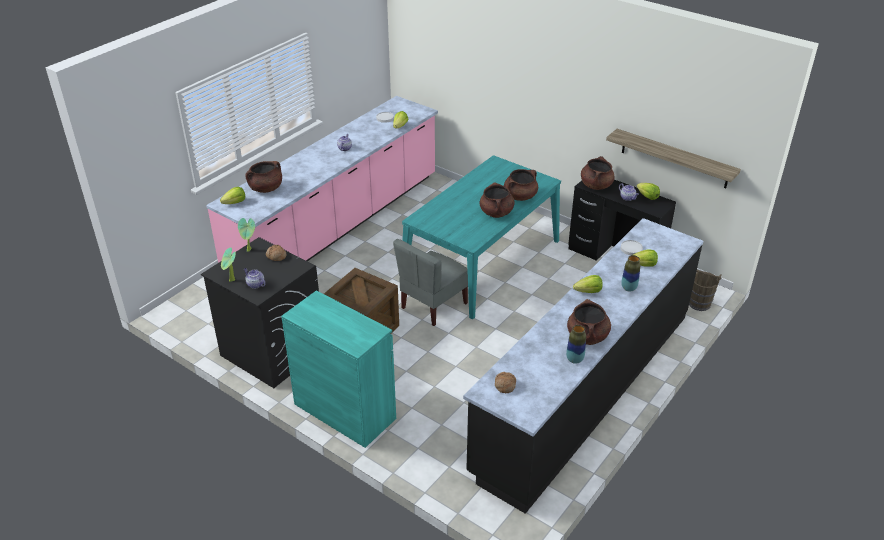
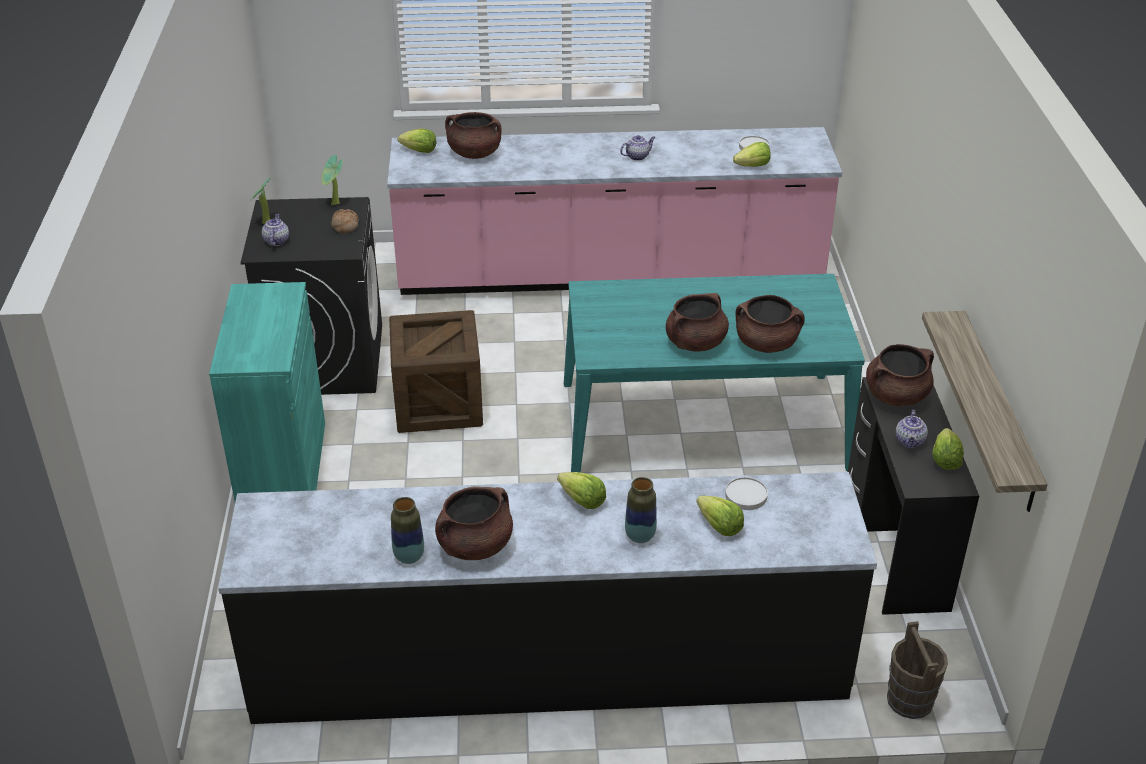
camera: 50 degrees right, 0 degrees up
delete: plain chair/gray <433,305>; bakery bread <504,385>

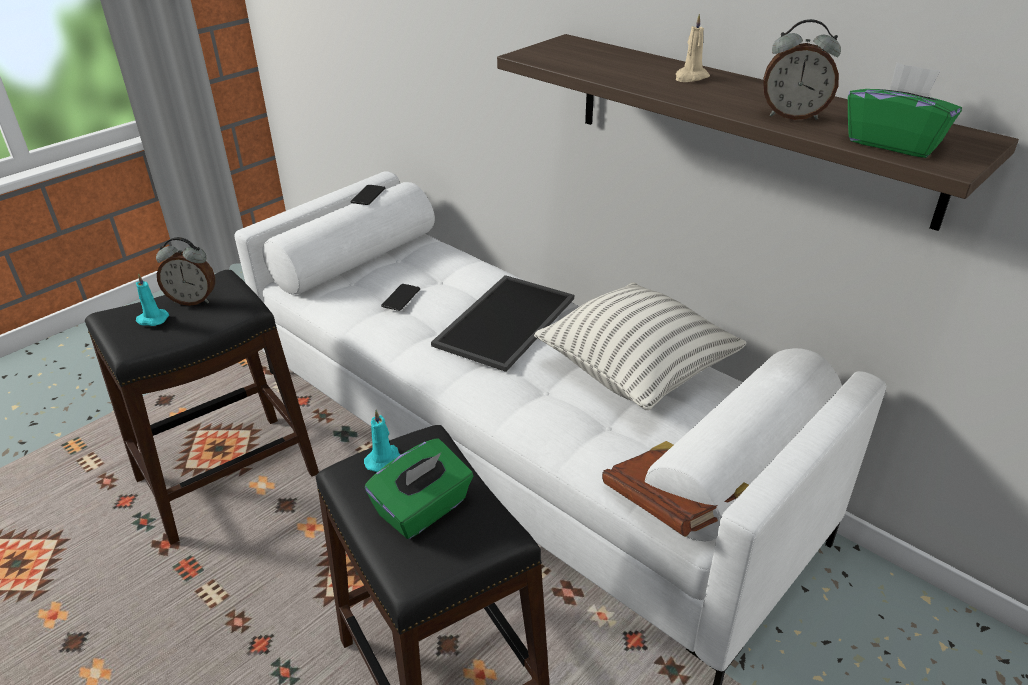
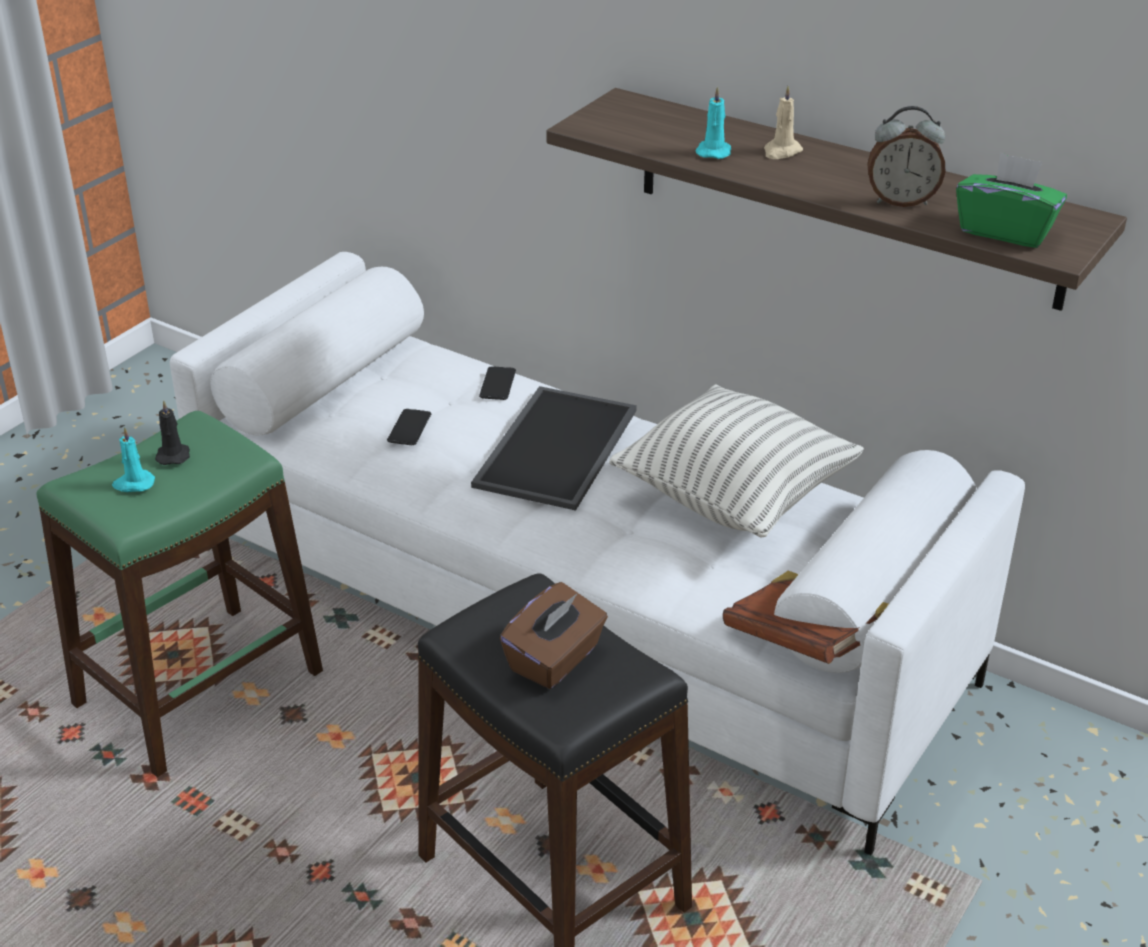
camera: 10 degrees left, 0 degrees up
move: phone <368,195> to <497,384>; wax light/turquoise <384,460> to <714,151>
replace: bedside clock <193,300> to wax light/black-coloured <173,455>
recolor: stool seat/black-coloured <226,476> to stool seat/greenish <197,688>; box of tissues/greenish <423,509> to box of tissues/brownish <555,659>

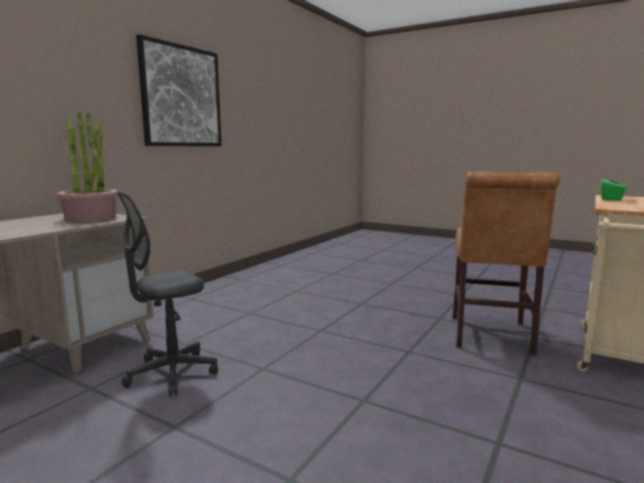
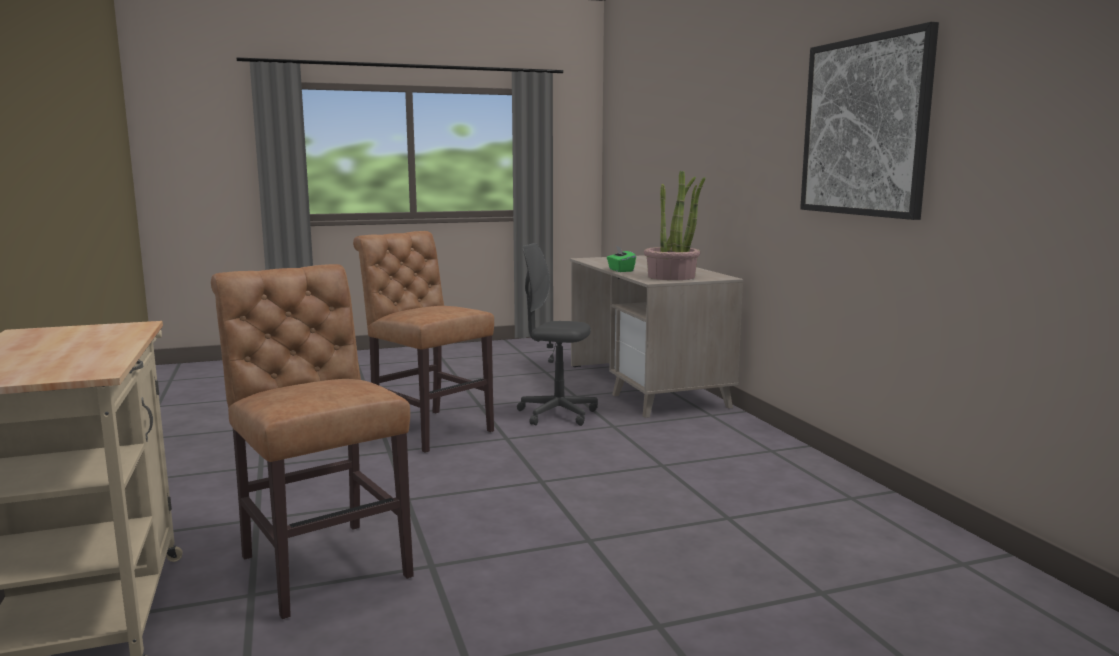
camera: 130 degrees right, 0 degrees up
insert: plain chair/brownish <428,429>
move: box of tissues/greenish <611,199> to <620,270>
rotate: computer chair/gray <172,373> = <557,414> 75 degrees counterclockwise

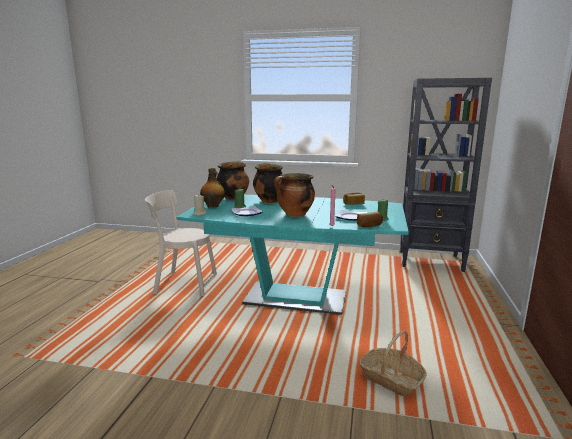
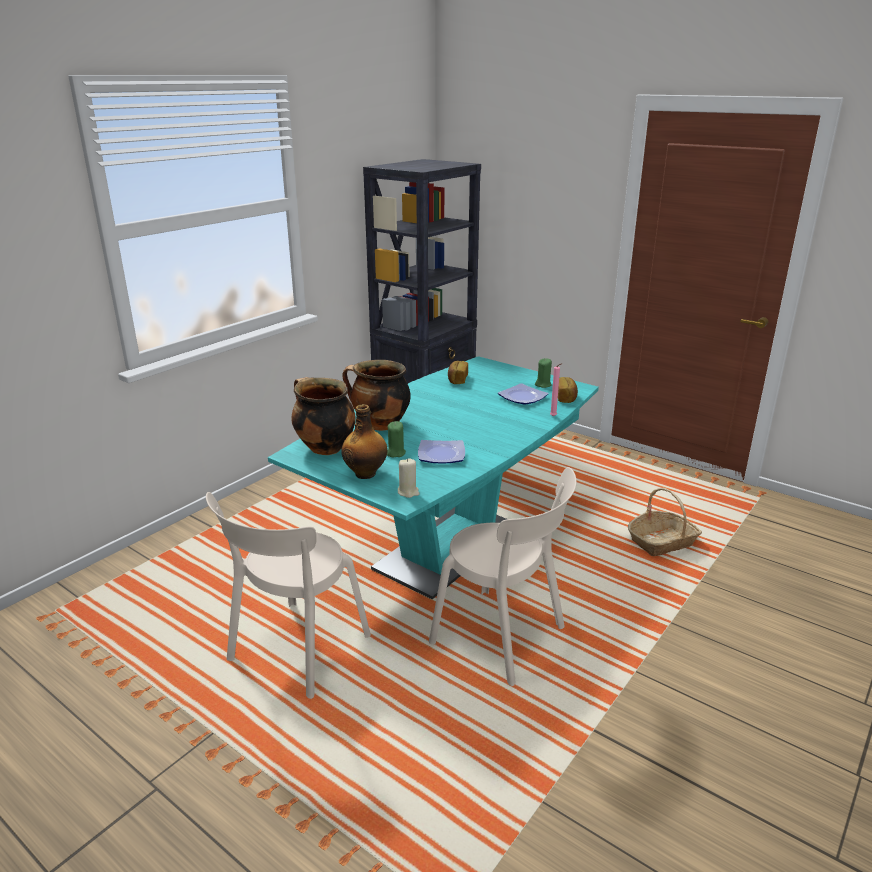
camera: 65 degrees left, 10 degrees up
delete: cooking pot <295,215>
insert: plain chair/sand-coloured <503,637>

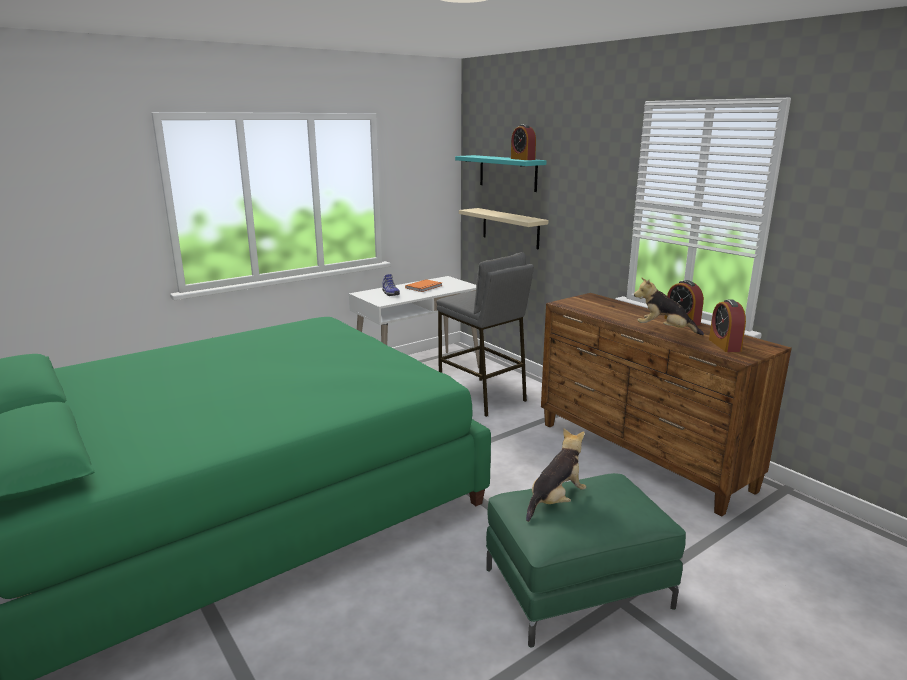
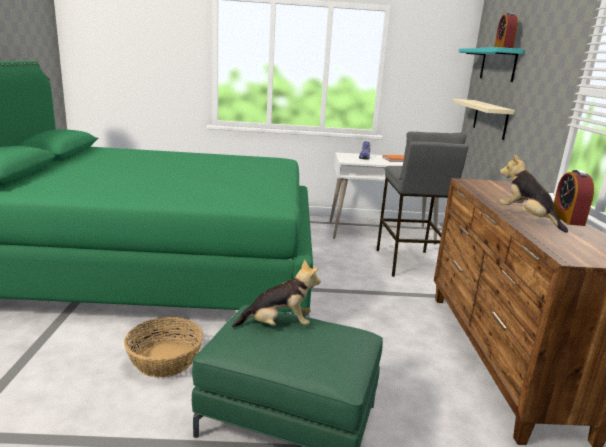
camera: 35 degrees right, 0 degrees up
delete: bedside clock <724,345>
insert: storage basket <165,360>

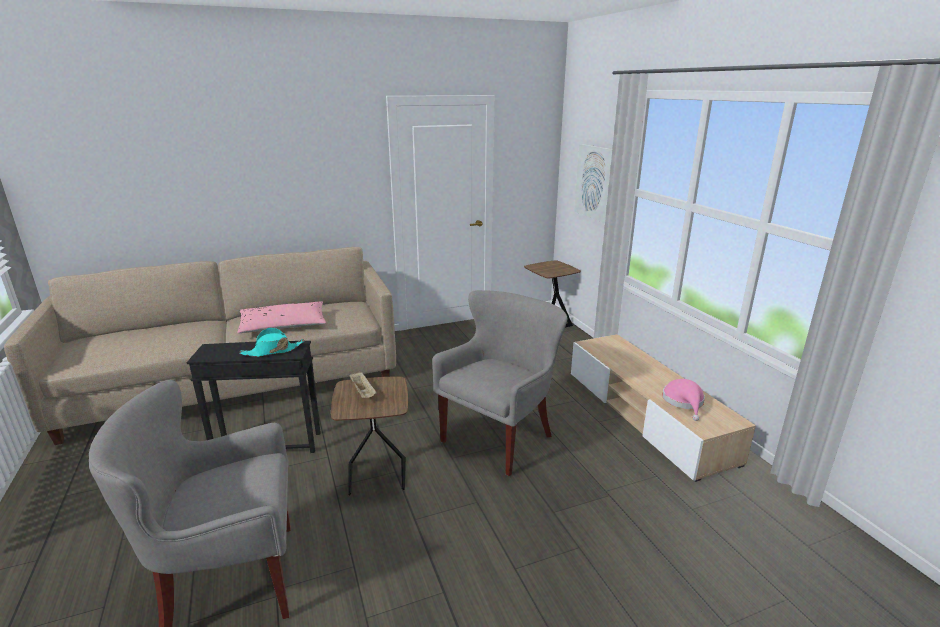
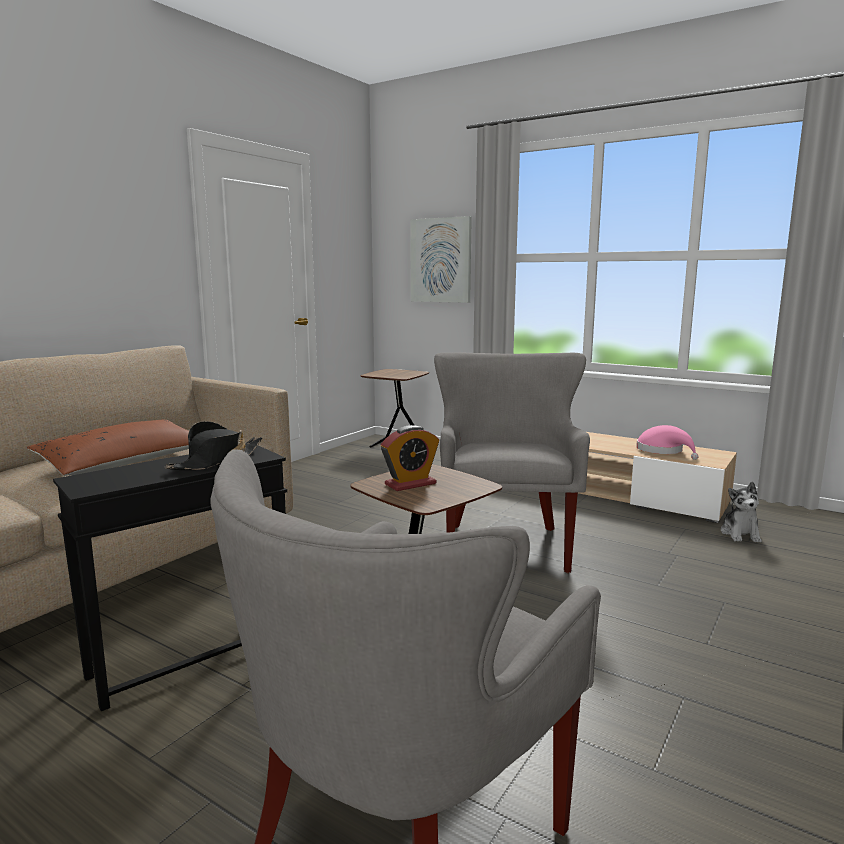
camera: 35 degrees left, 10 degrees down
insert: soft toy <740,534>
replace: tray/sand-coloured <363,392> to bedside clock <410,484>
recolor: pillow/pink <283,325> to pillow/brownish <123,462>; clothing hat/turquoise <272,351> to clothing hat/black-coloured <217,460>

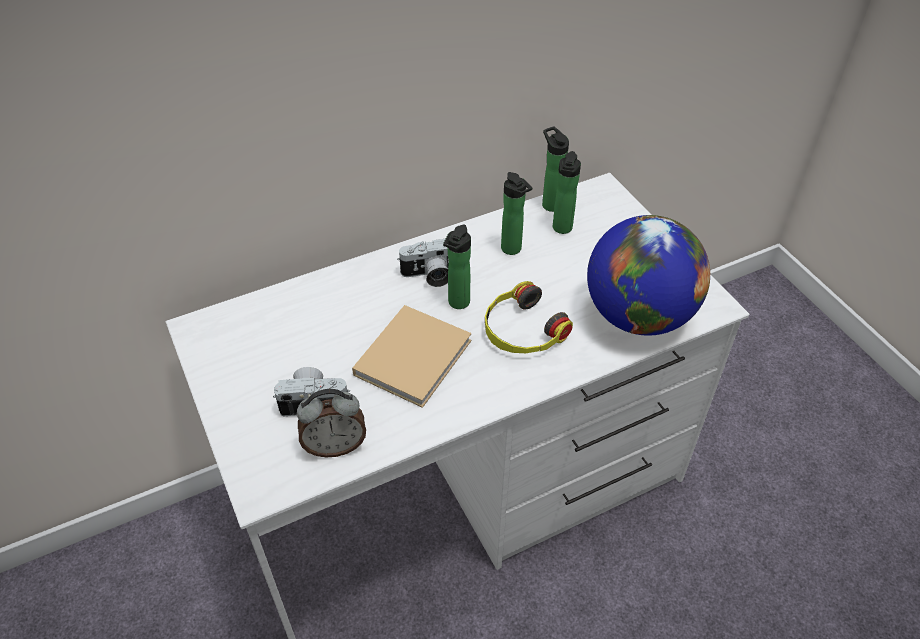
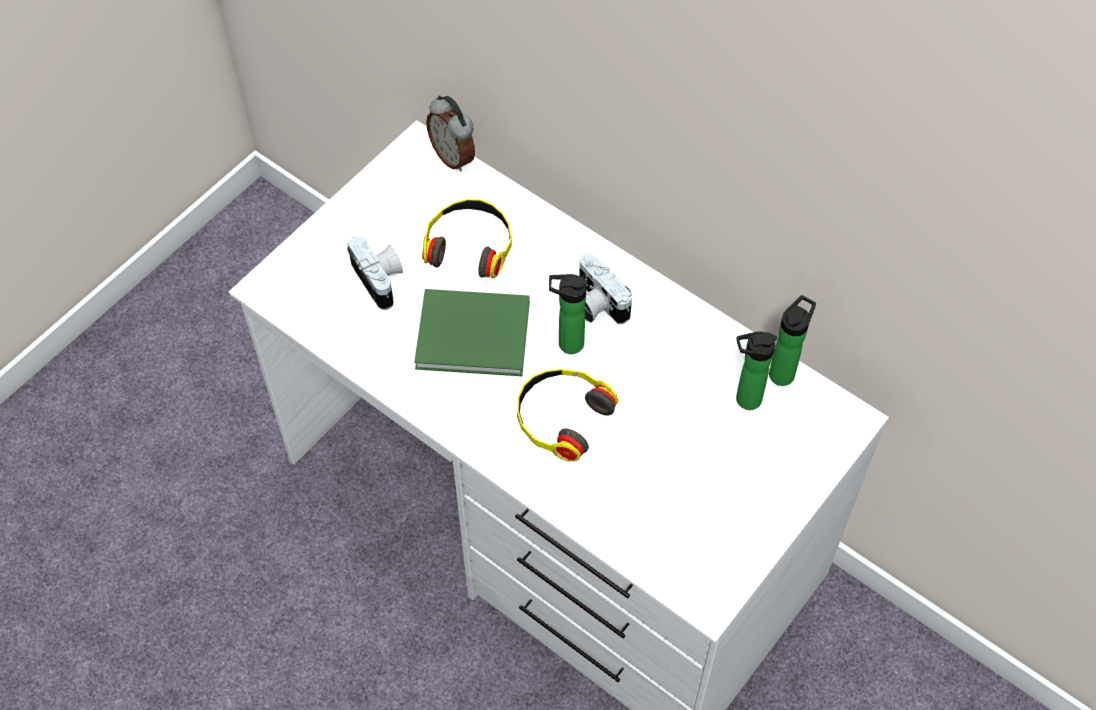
camera: 65 degrees right, 10 degrees up
delete: drink bottle <513,250>; desk globe <638,315>
insert: pair of headphones <470,245>
move: bedside clock <335,445> to <454,156>
recolor: book/sand-coloured <415,355> to book/greenish <477,335>

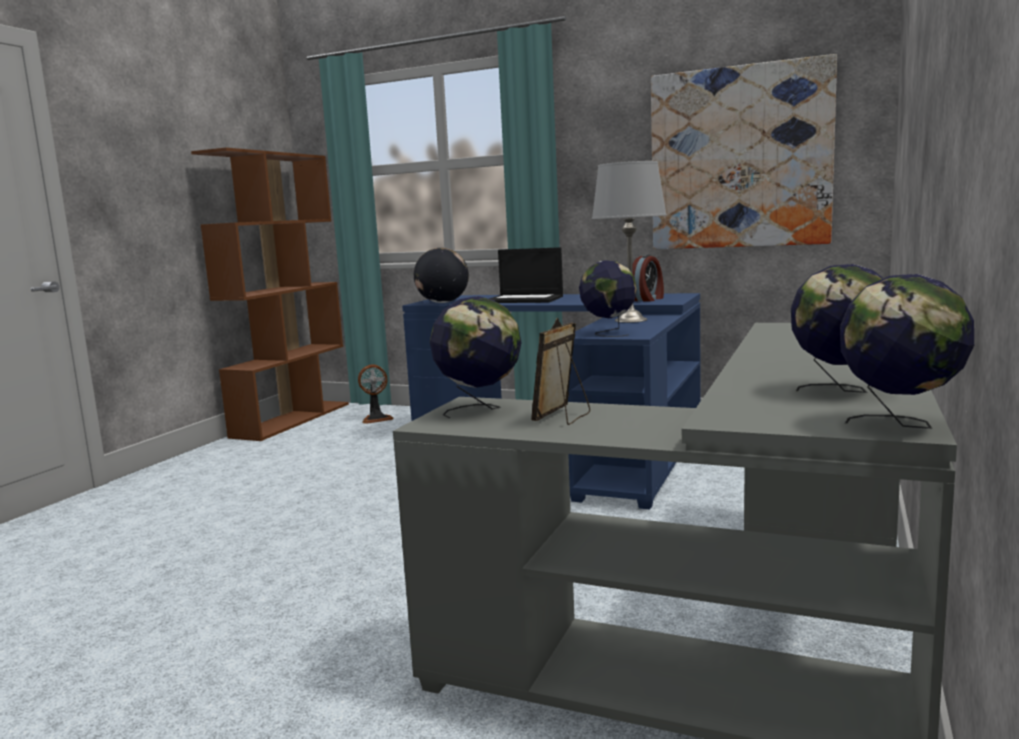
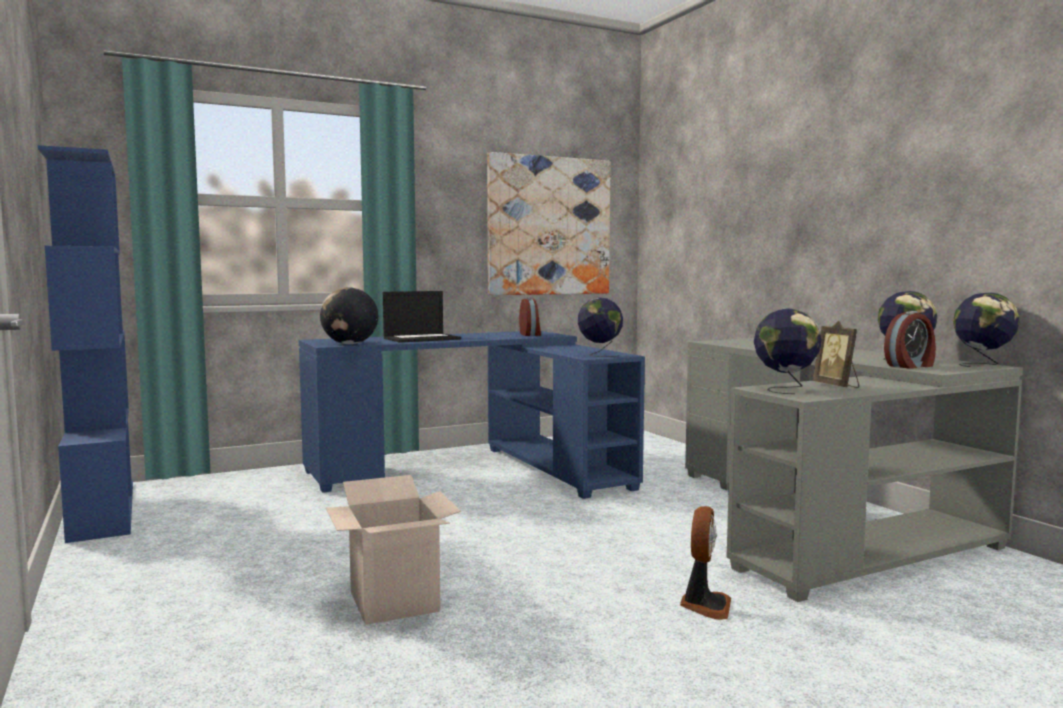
camera: 50 degrees left, 5 degrees down
delete: tabletop lamp/gray <630,320>
insert: cardboard box <394,602>; bedside clock <910,366>
move: electric fan <376,419> to <704,605>
recolor: bookcase/brownish <292,420> to bookcase/blue <101,510>

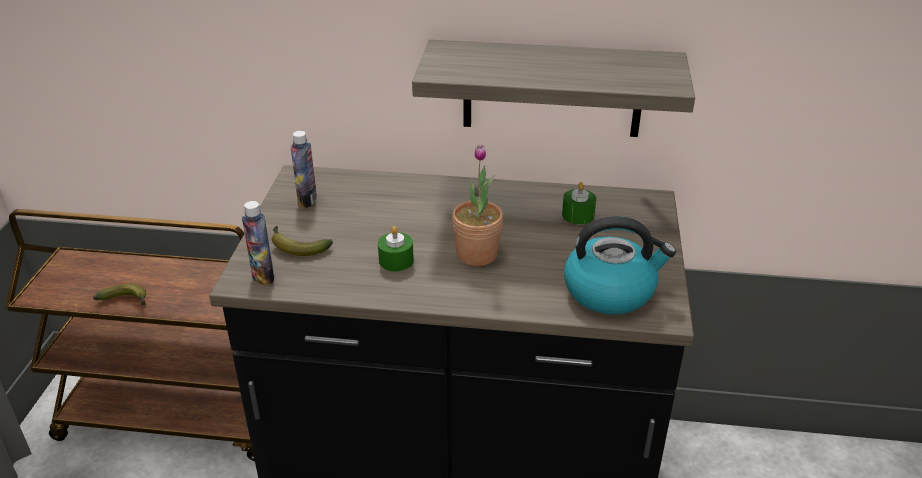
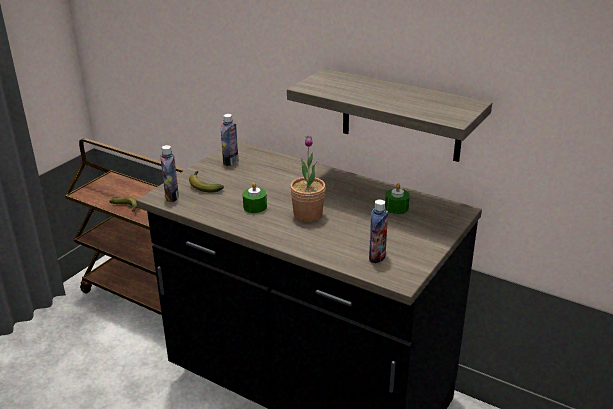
camera: 25 degrees right, 5 degrees down
replace: tea kettle <610,291> to drink bottle <377,257>

